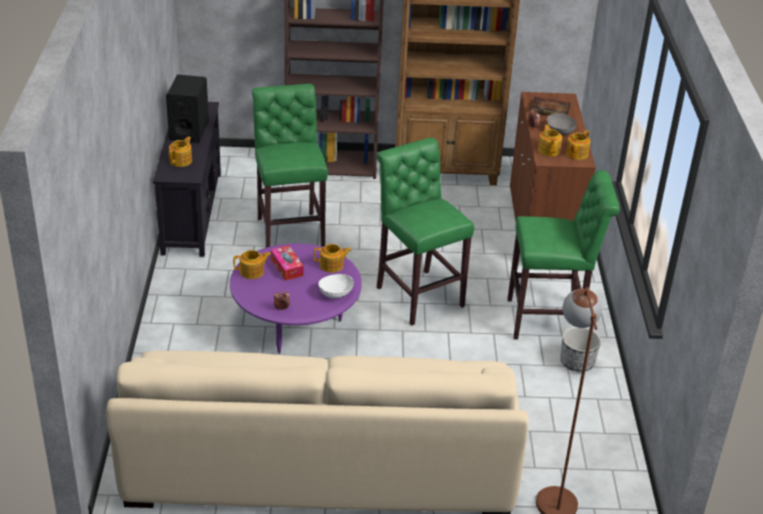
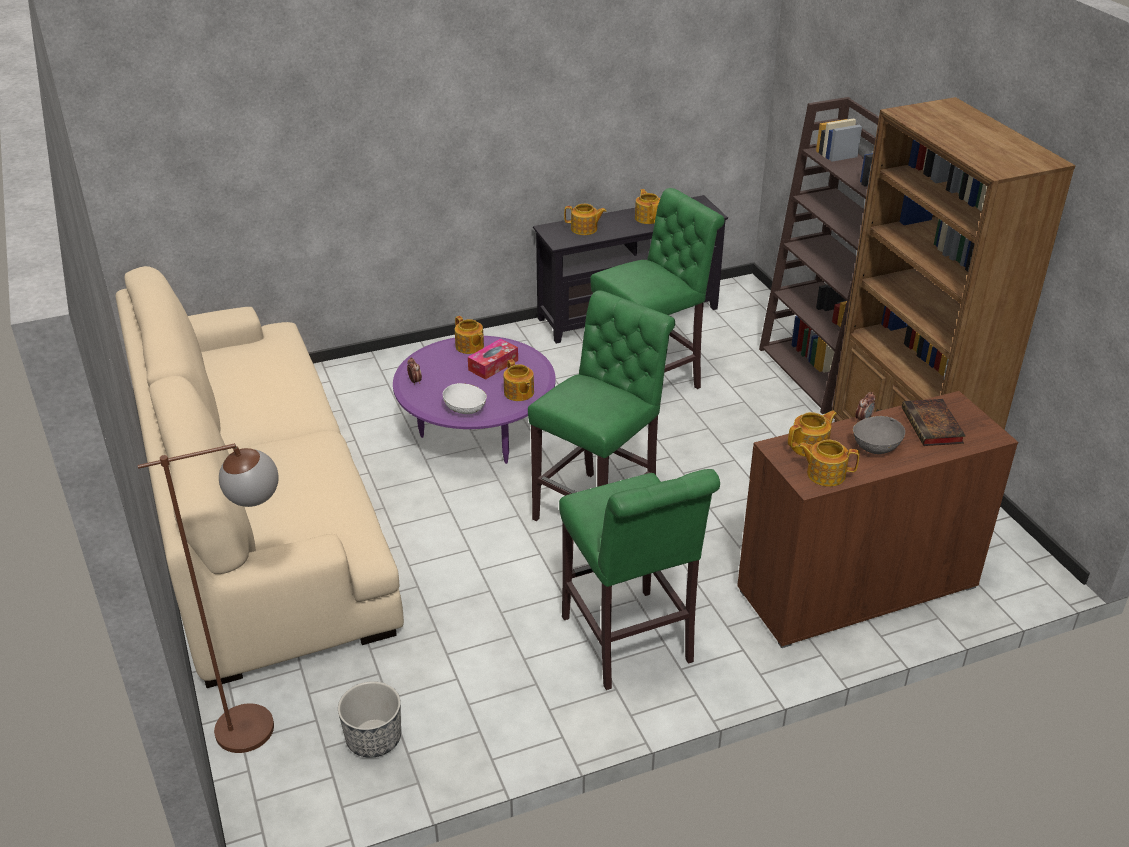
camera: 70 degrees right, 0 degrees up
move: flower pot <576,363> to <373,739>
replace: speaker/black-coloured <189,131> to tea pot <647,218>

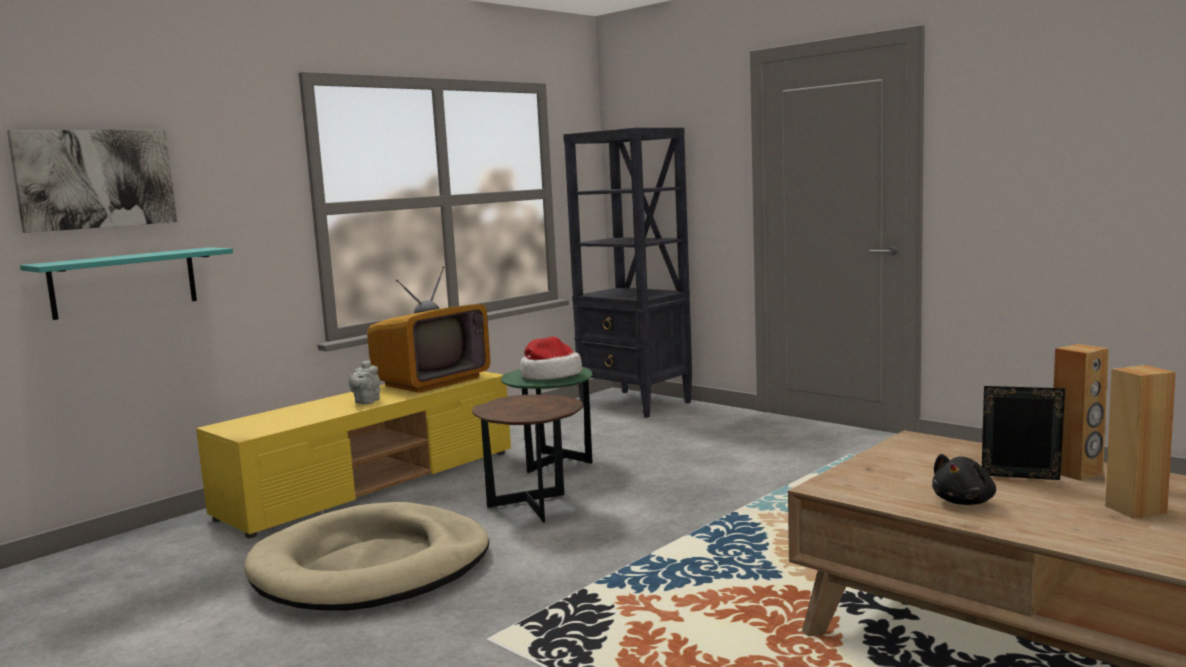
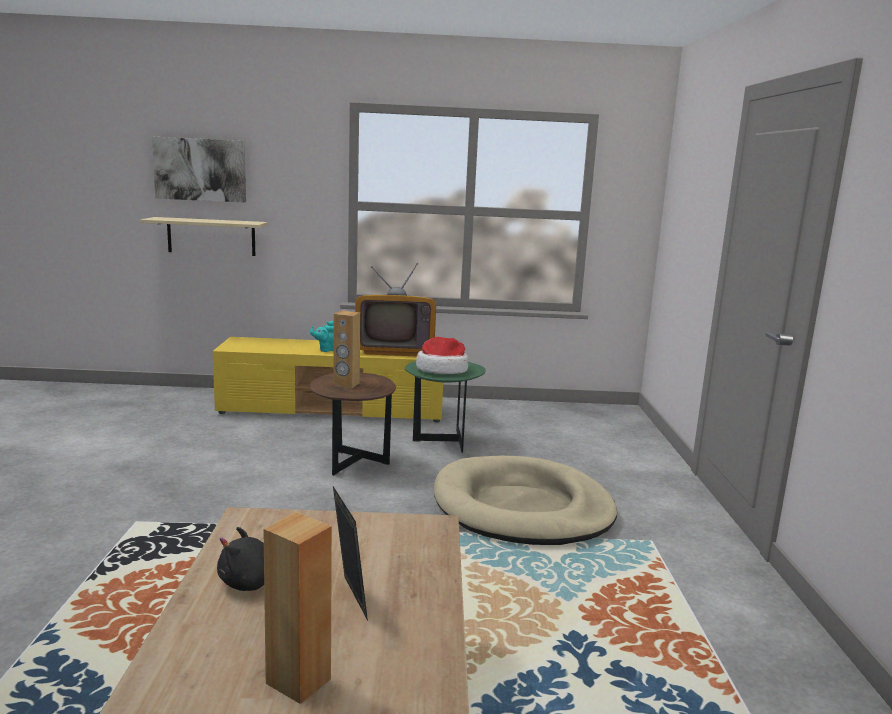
camera: 45 degrees right, 5 degrees up
delete: bookcase/black-coloured <636,404>
move: dog cushion/sand-coloured <372,567> to <522,508>; speaker/brownish <1077,473> to <346,384>
recolor: shelf/turquoise <124,282> to shelf/sand-coloured <211,236>; tea pot/gray <366,401> to tea pot/turquoise <327,350>

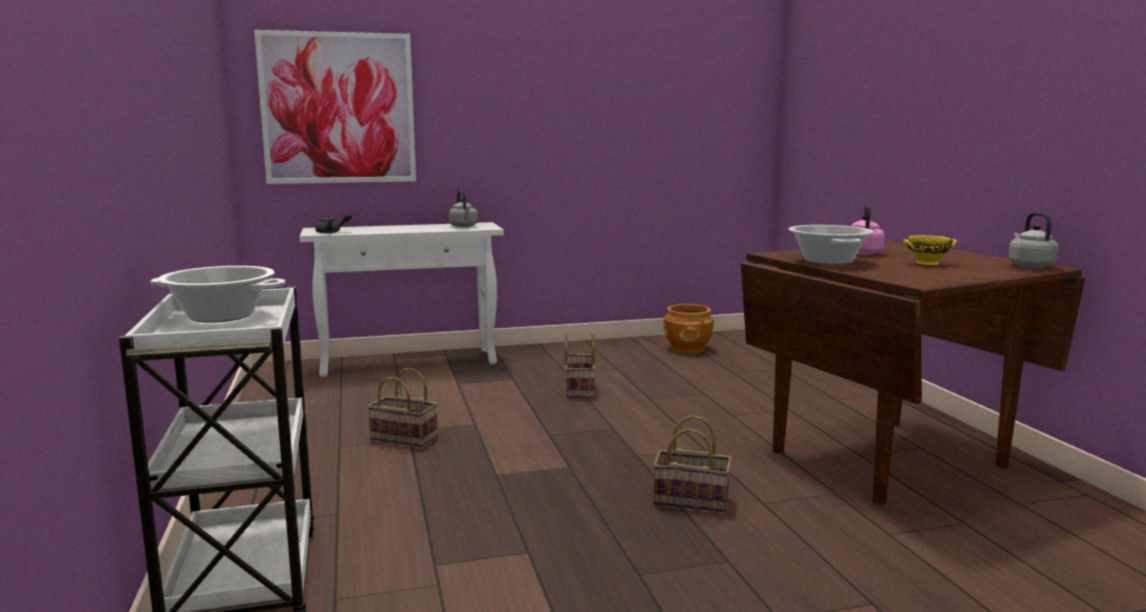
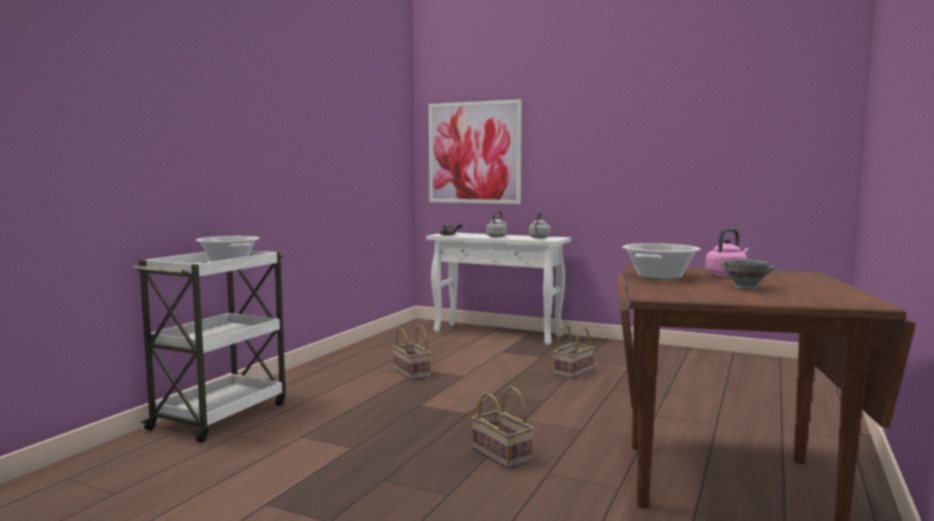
camera: 40 degrees right, 5 degrees down
delete: flower pot/brownish <688,349>
move: tea kettle/gray <1029,266> to <497,236>
recolor: serving bowl/yellow-coloured <928,263> to serving bowl/gray <746,287>

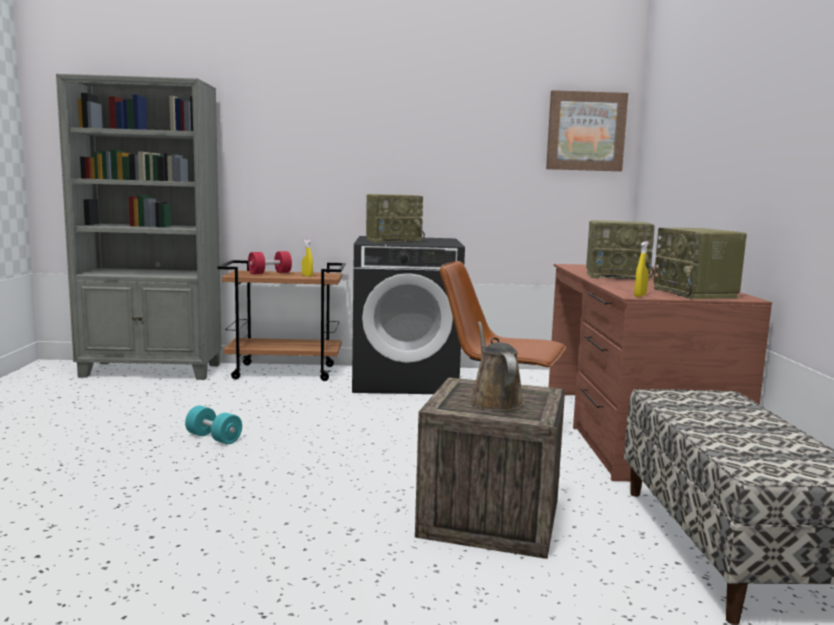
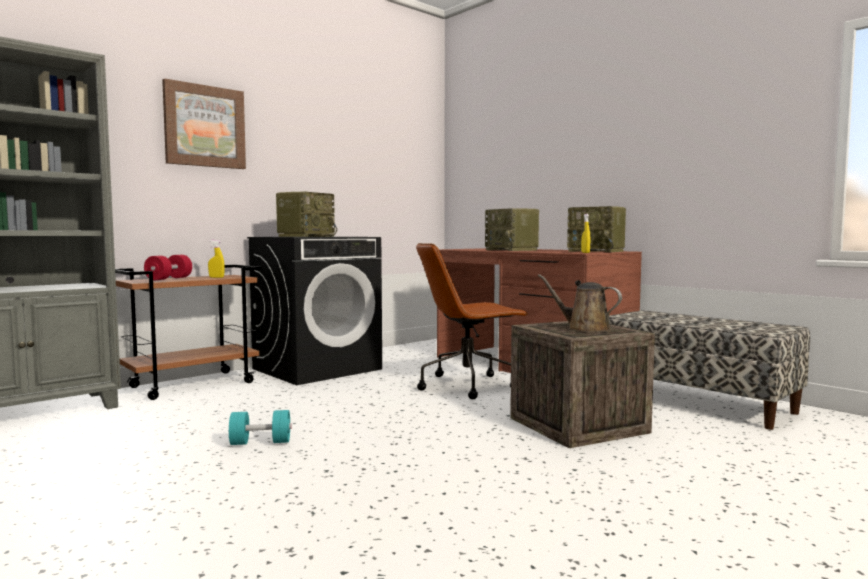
camera: 40 degrees left, 5 degrees down
move: wall art <586,131> to <204,126>
rotate: radio set <617,276> = <512,250> 90 degrees clockwise

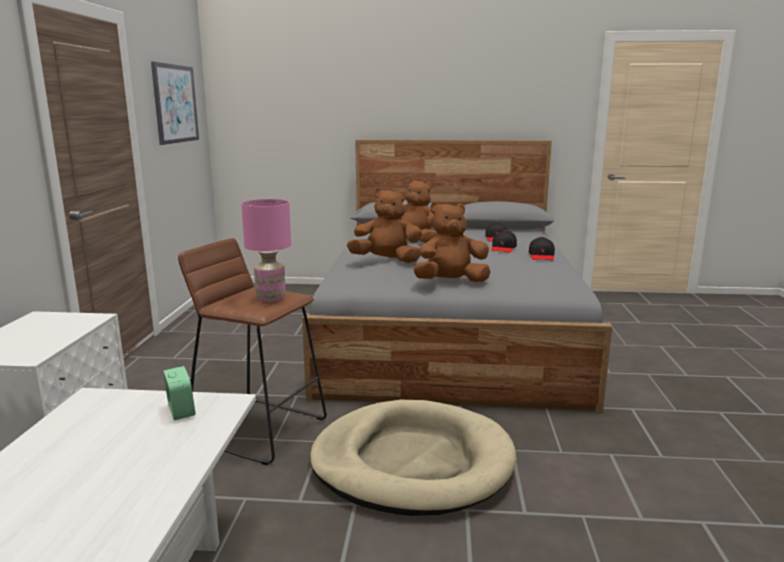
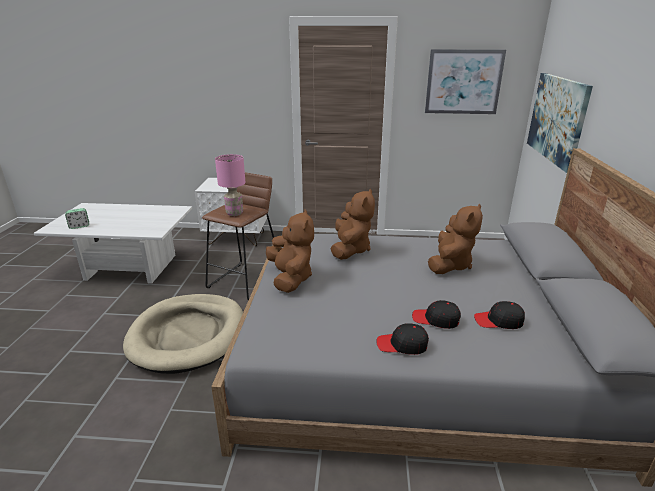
camera: 90 degrees right, 10 degrees up
insert: wall art <557,119>
move: bedside clock <181,411> to <79,226>

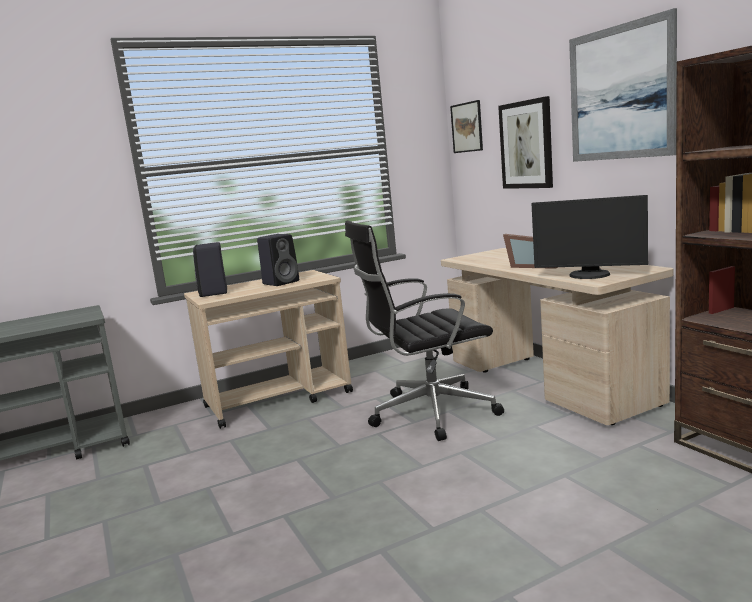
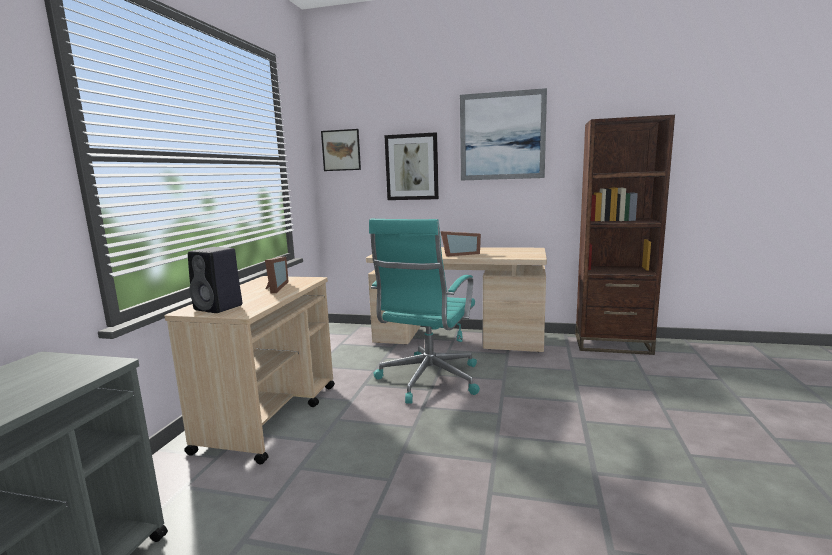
camera: 50 degrees left, 0 degrees up
delete: computer display <589,275>
replace: speaker/black-coloured <282,282> to photo frame <274,288>
recolor: computer chair/black-coloured <429,413> to computer chair/turquoise <428,380>

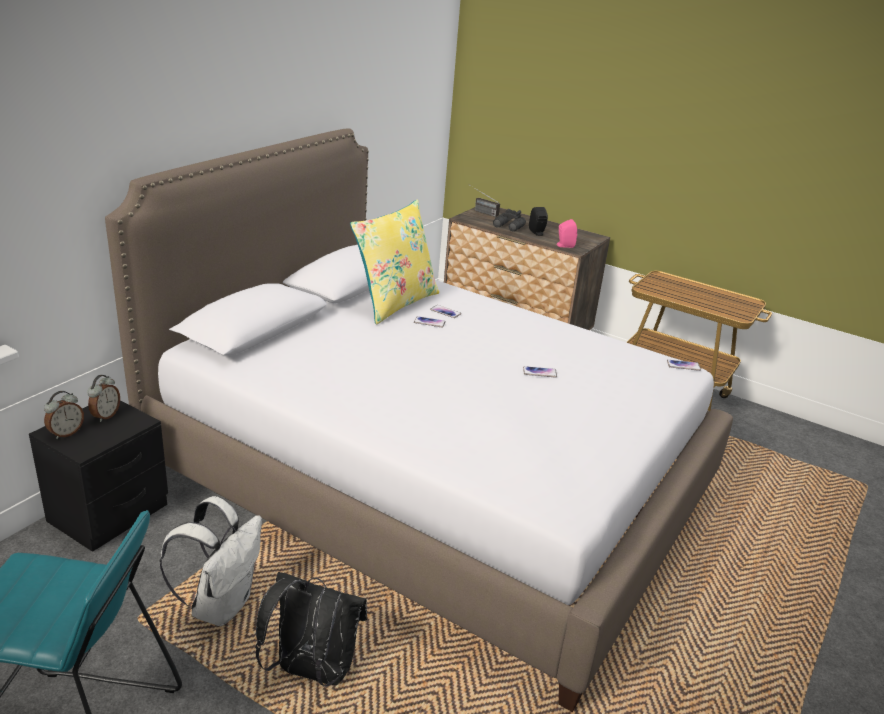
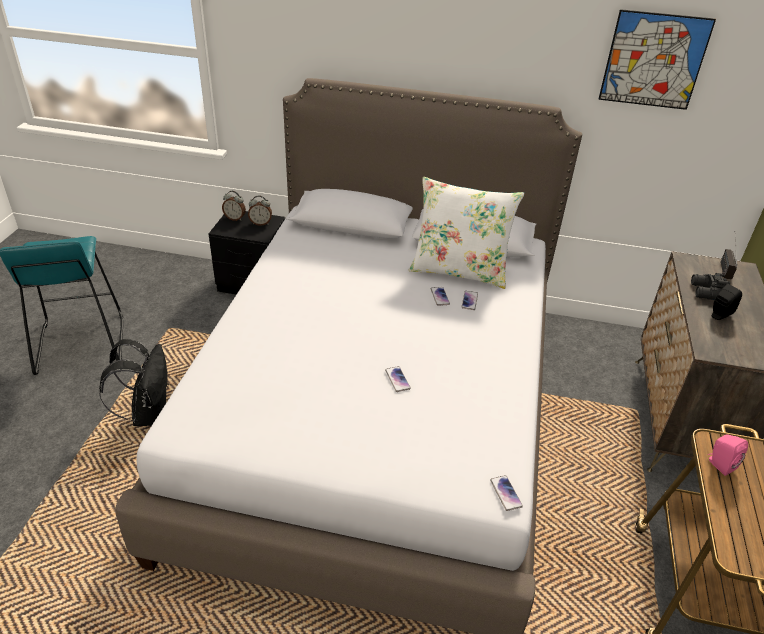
camera: 70 degrees right, 10 degrees up
delete: rucksack/white <221,604>
insert: wall art <654,60>
move: speaker/pink <564,245> to <719,464>
recolor: pillow/yellow-coloured <395,303> to pillow/white <459,270>

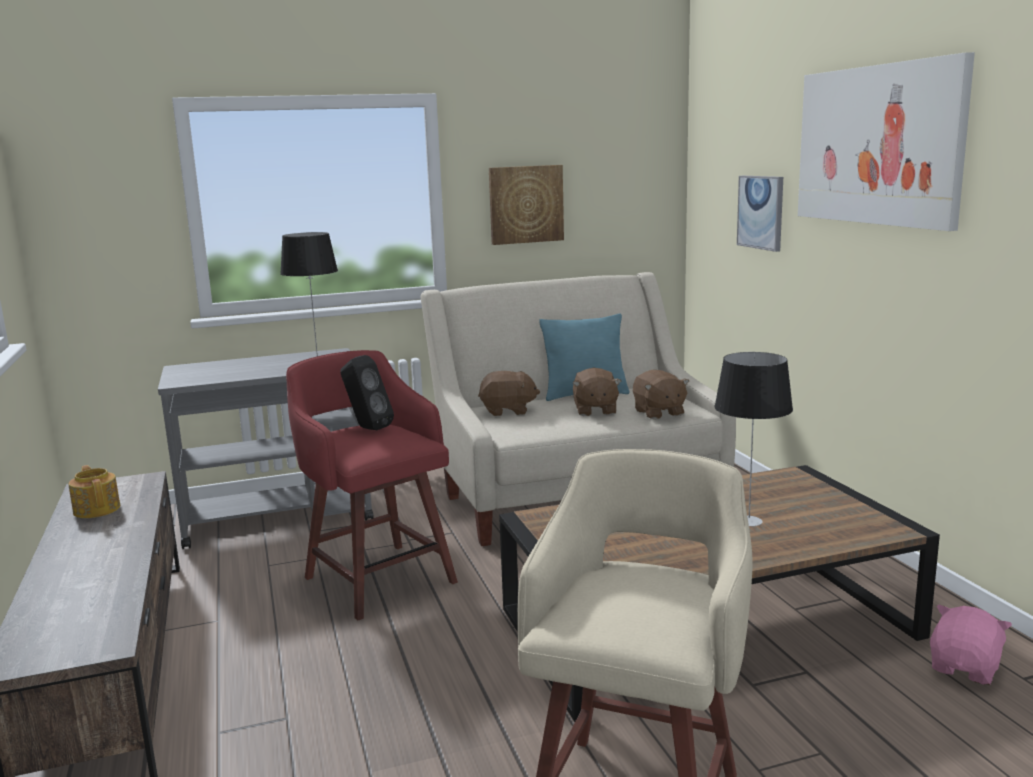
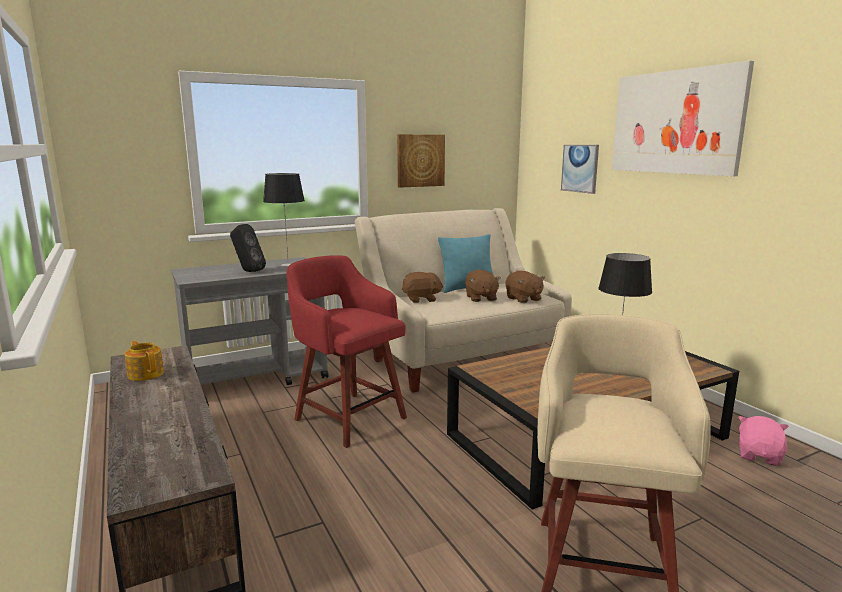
camera: 10 degrees left, 0 degrees up
move: speaker/black-coloured <367,428> to <248,271>

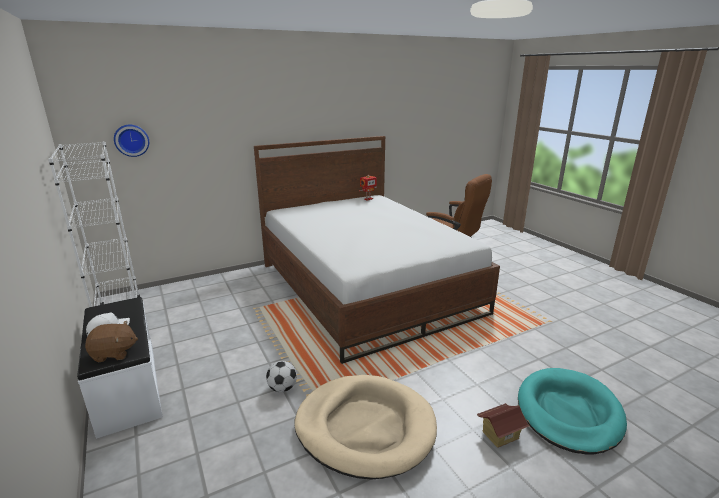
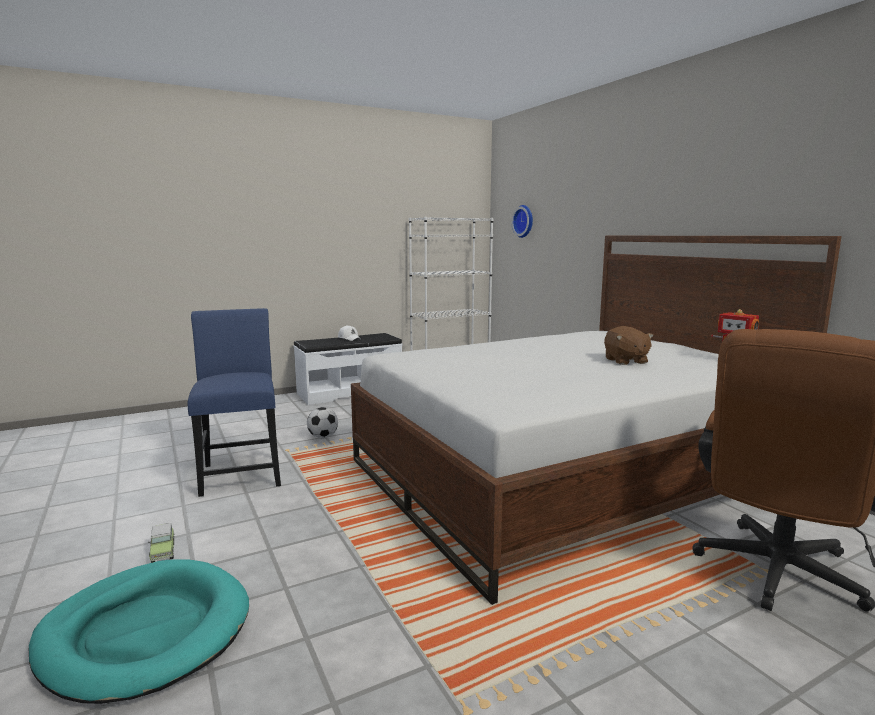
camera: 90 degrees right, 10 degrees down
move: soft toy/brownish <114,353> to <625,361>
replace: dog cushion/sand-coloured <365,427> to plain chair/blue <241,472>; miniature house <500,435> to model car <163,551>

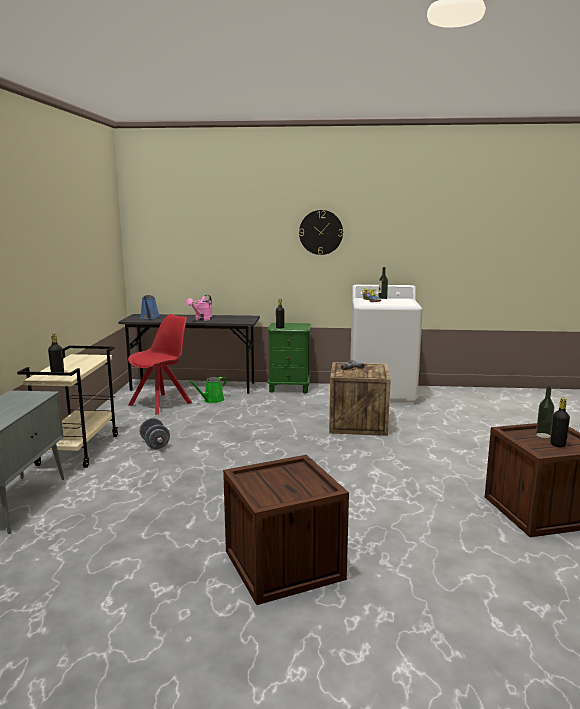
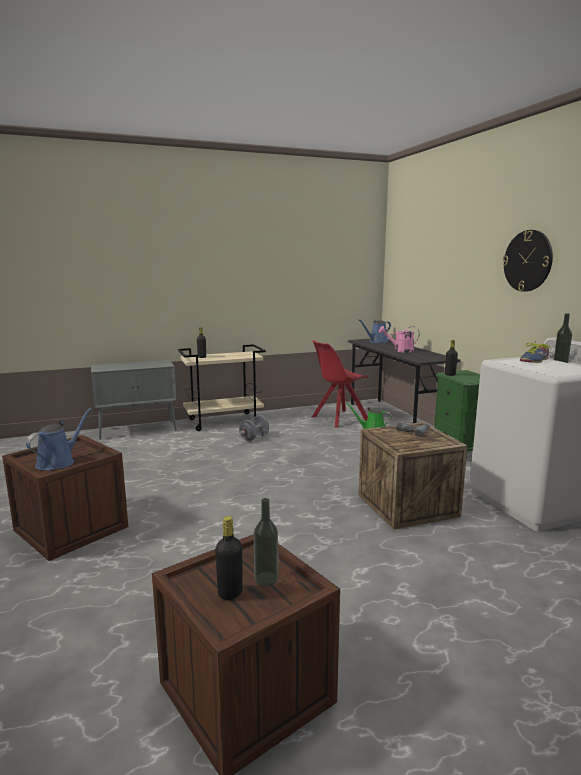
camera: 65 degrees right, 0 degrees up
insert: watering can/blue <58,462>
rotate: plain chair/red <162,403> = <338,419> 135 degrees clockwise

